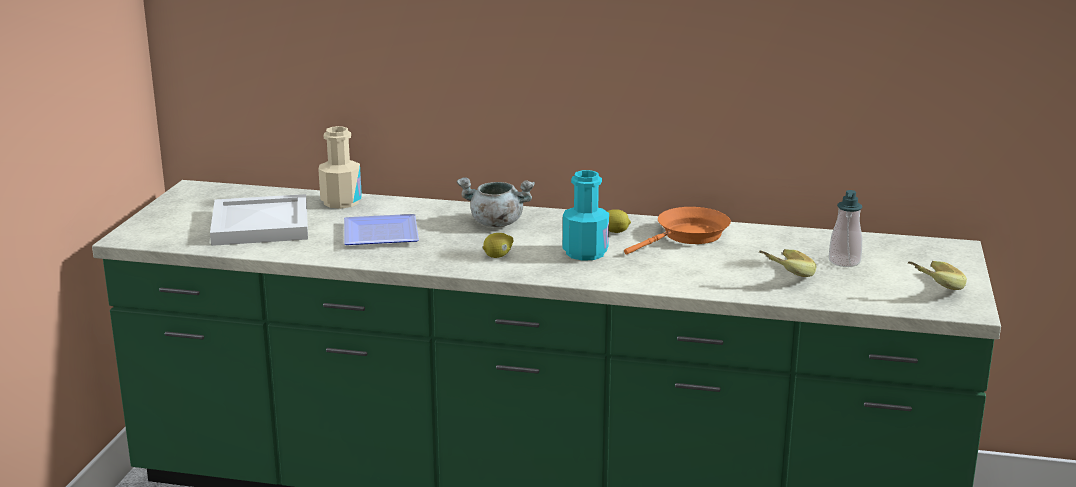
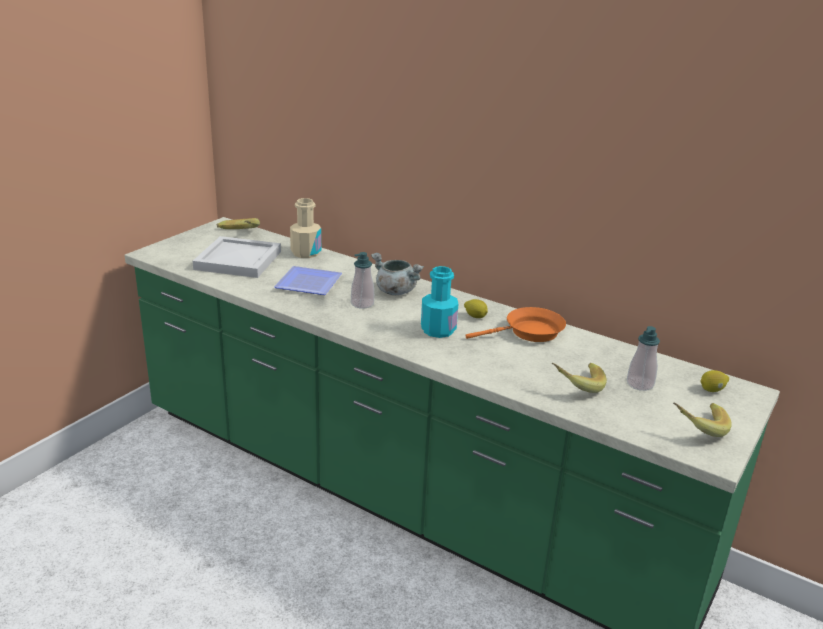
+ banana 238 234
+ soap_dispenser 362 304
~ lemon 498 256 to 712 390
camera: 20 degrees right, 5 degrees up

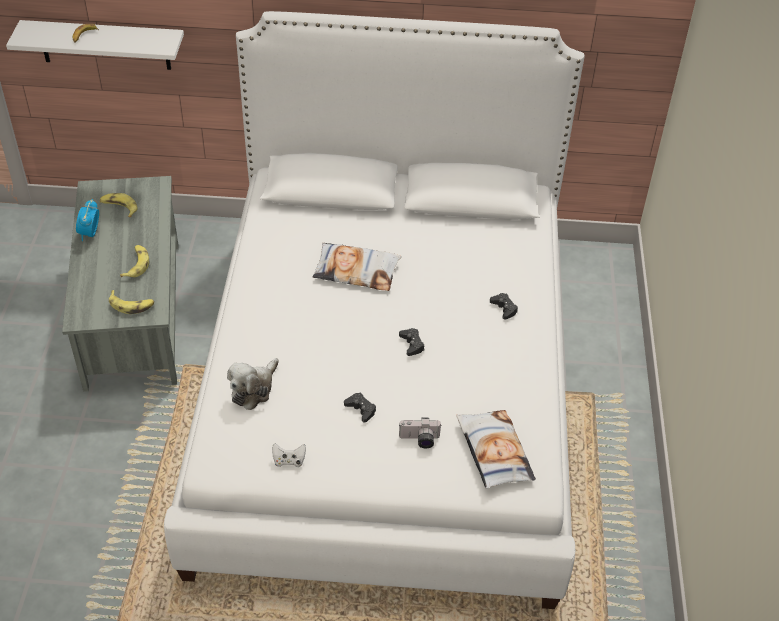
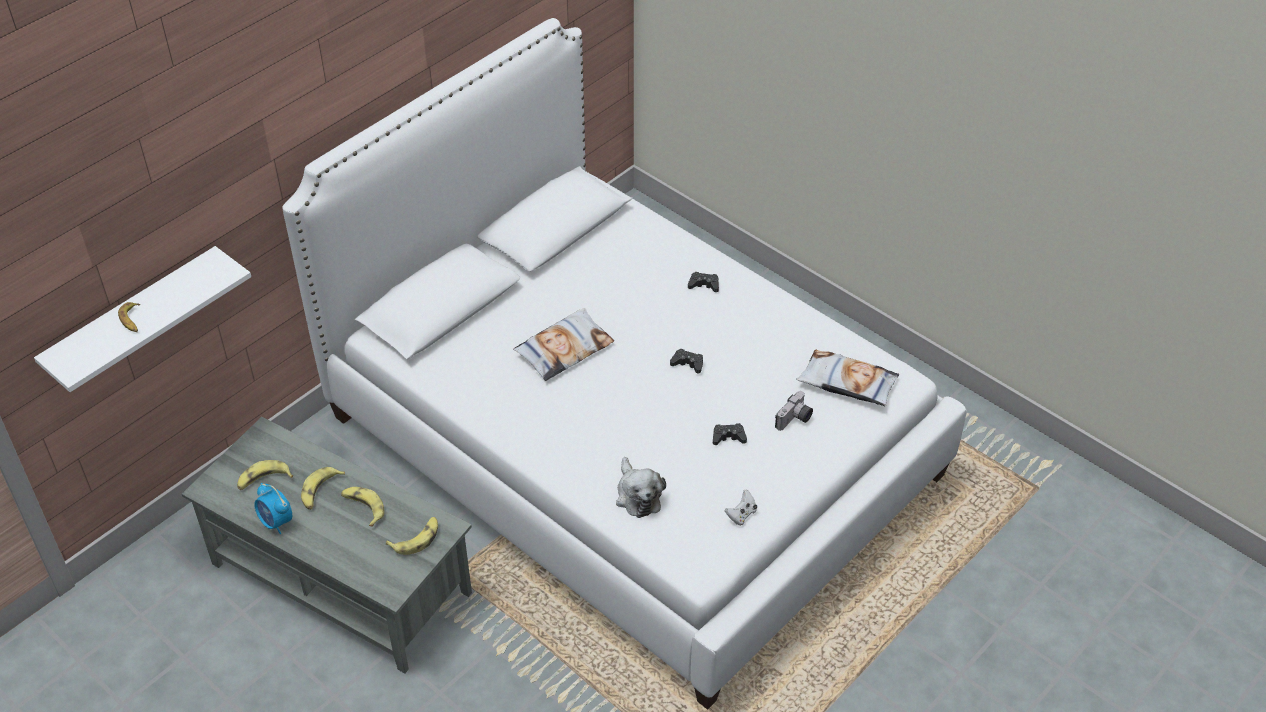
+ banana 320 491
camera: 50 degrees left, 0 degrees up

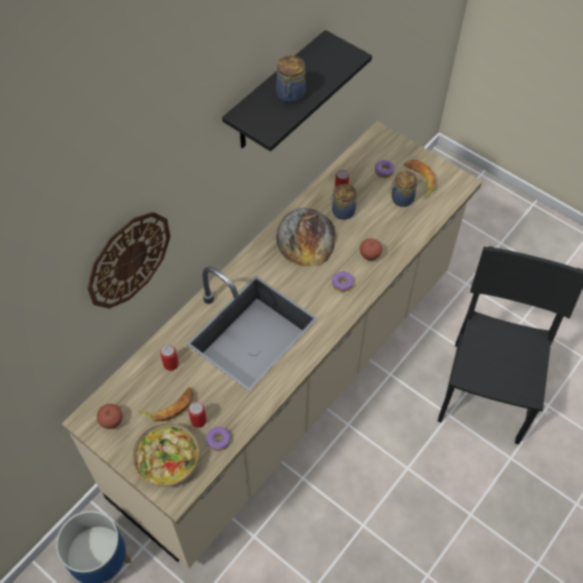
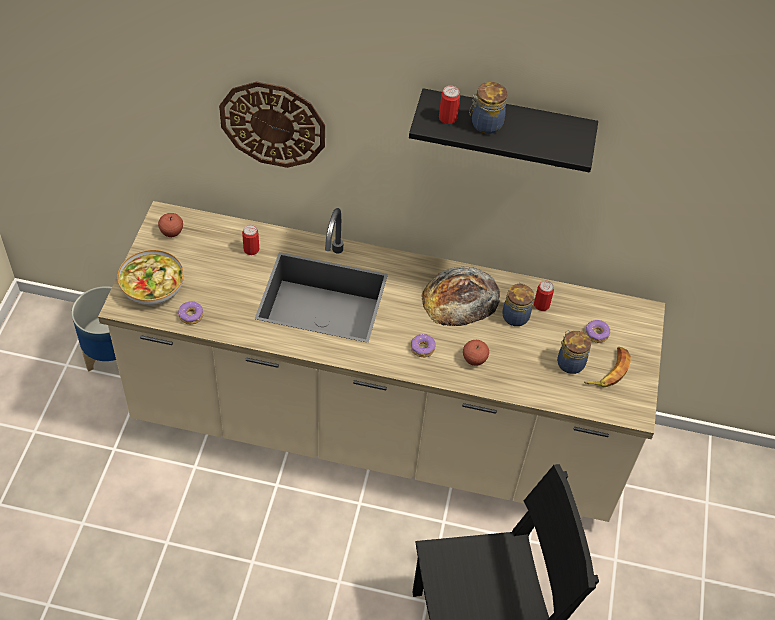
~ can 198 420 to 447 118
- banana 169 406
camera: 60 degrees right, 5 degrees down

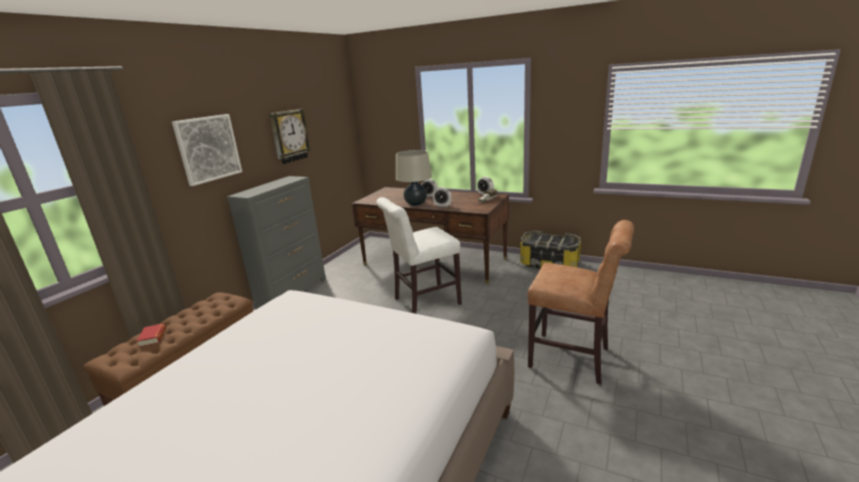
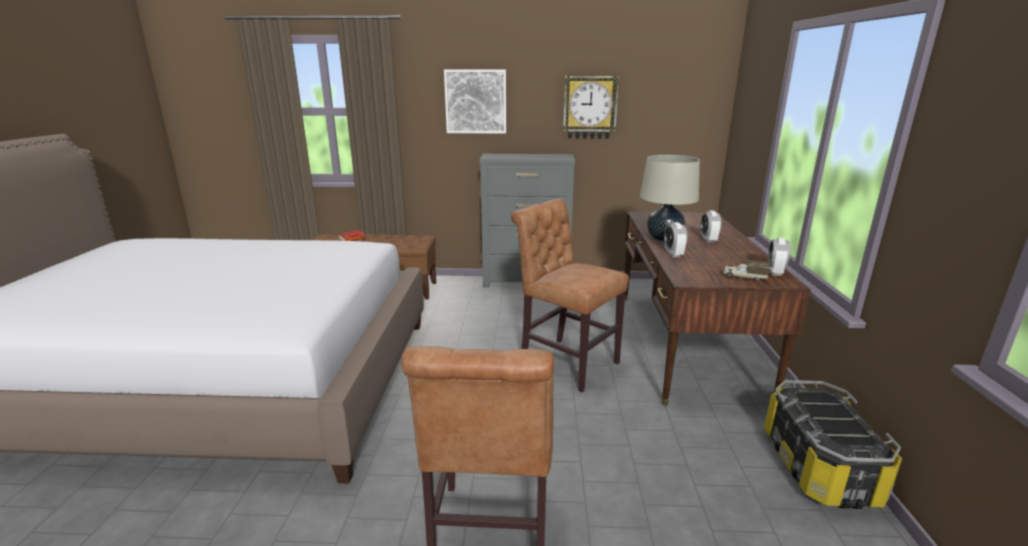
~ white_chair 423 302 to brown_chair 565 362
camera: 65 degrees right, 0 degrees up

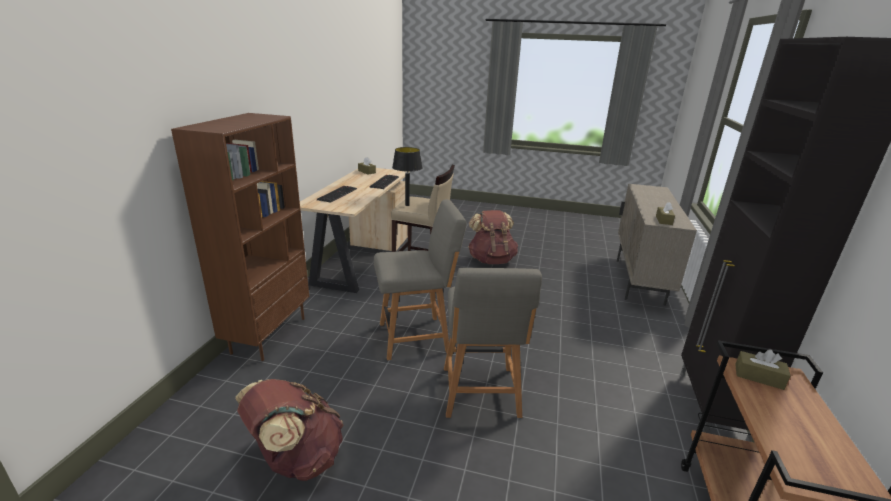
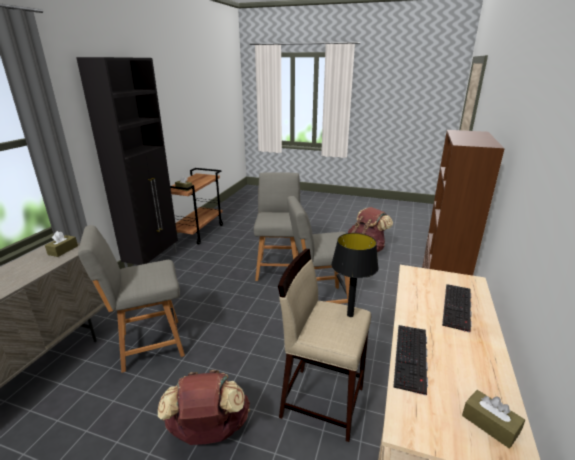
+ grey_chair 148 345
camera: 175 degrees left, 0 degrees up

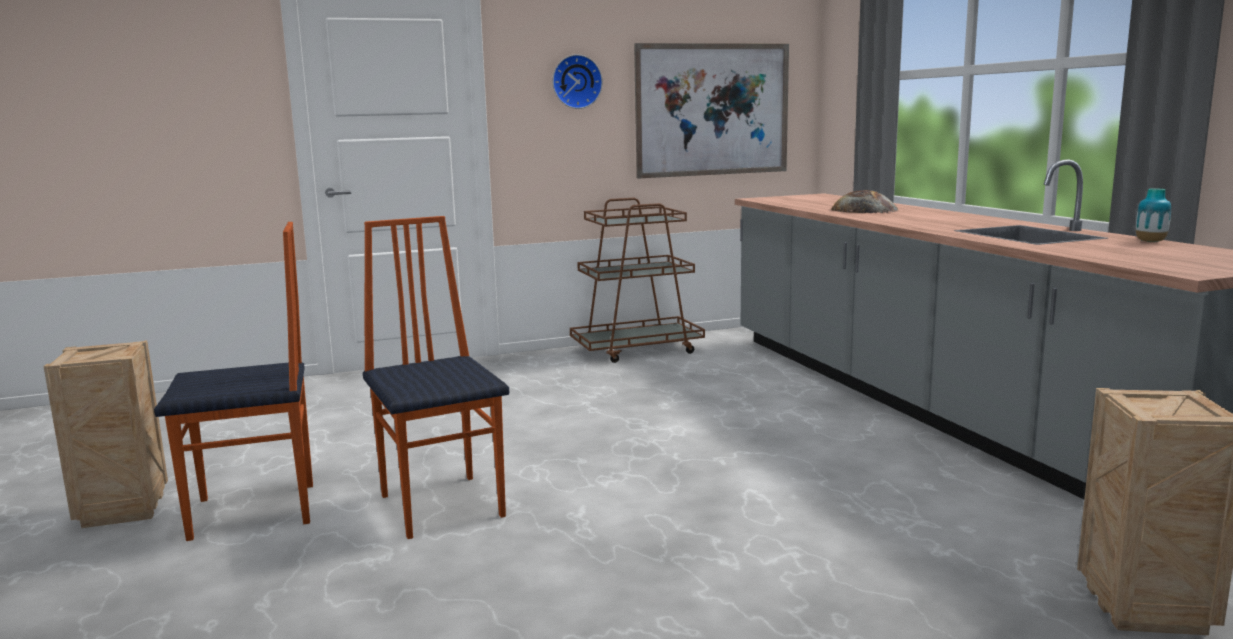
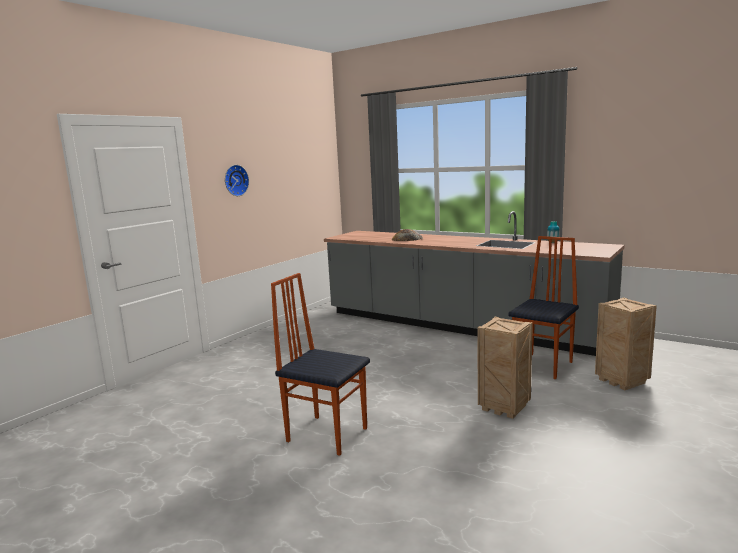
~ crate 124 511 to 505 407
~ chair 255 512 to 544 366
- brown_cart 637 350
- picture 713 110
camera: 35 degrees left, 0 degrees up

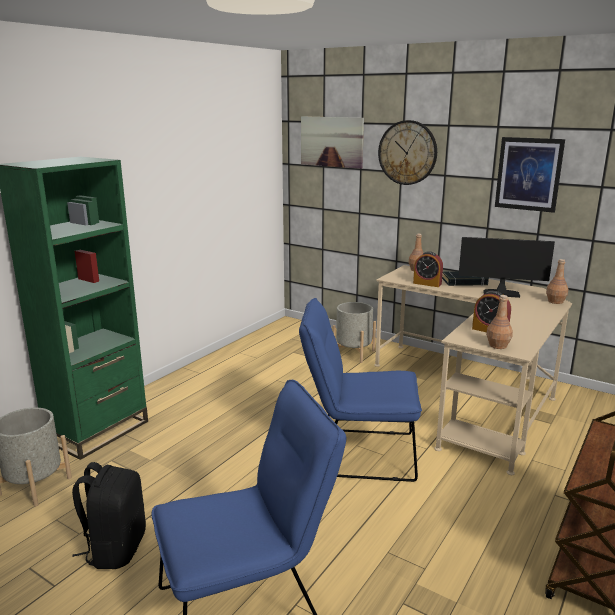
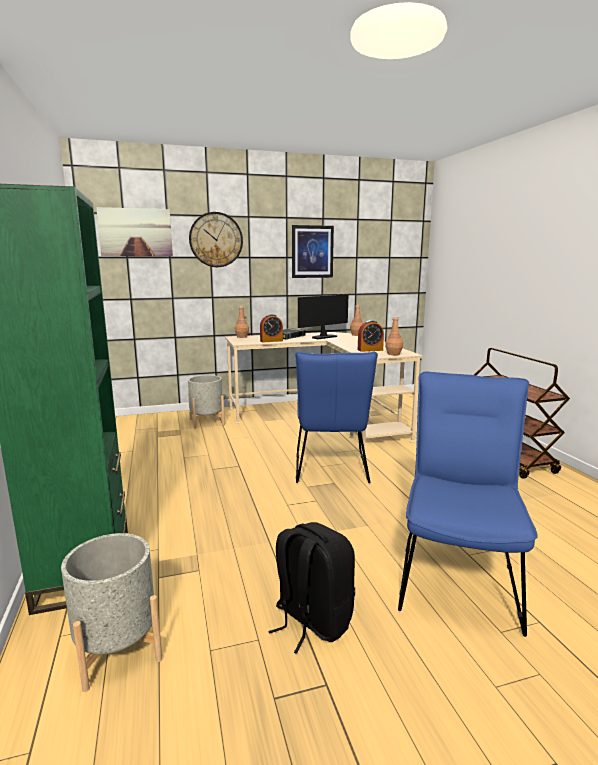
~ blue_chair 357 453 = 331 469 45 degrees counterclockwise
camera: 50 degrees left, 5 degrees down

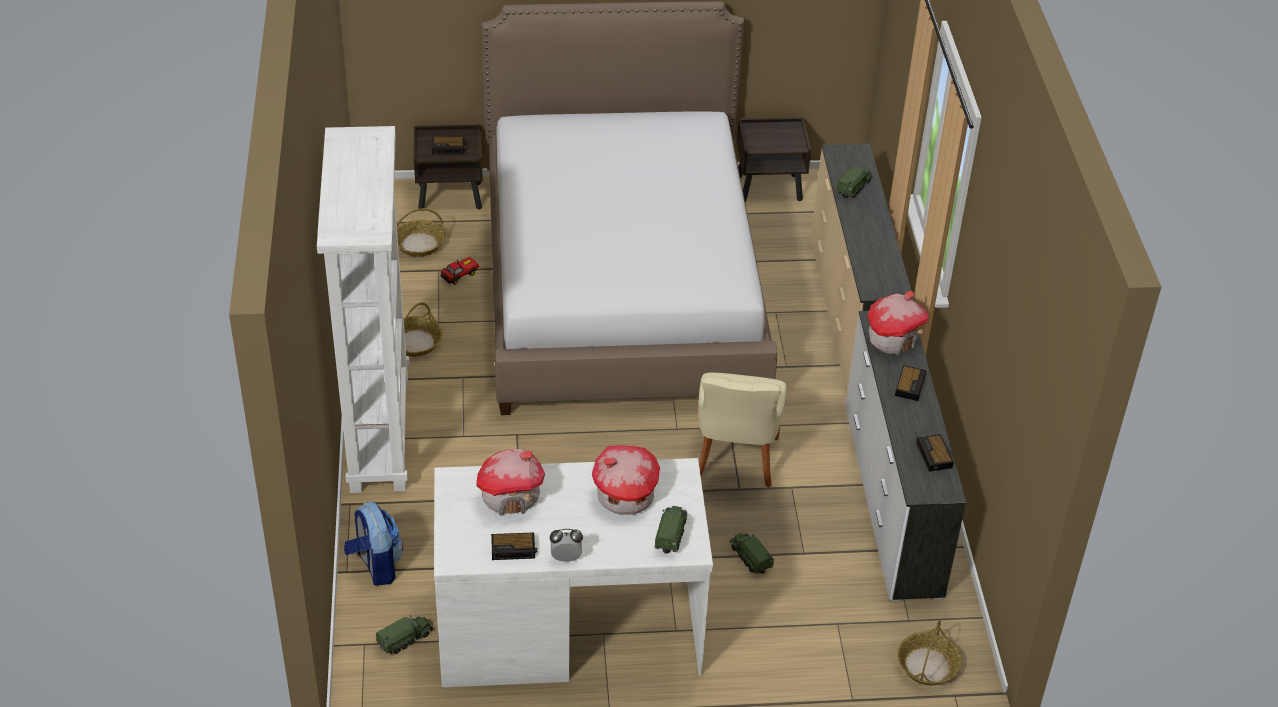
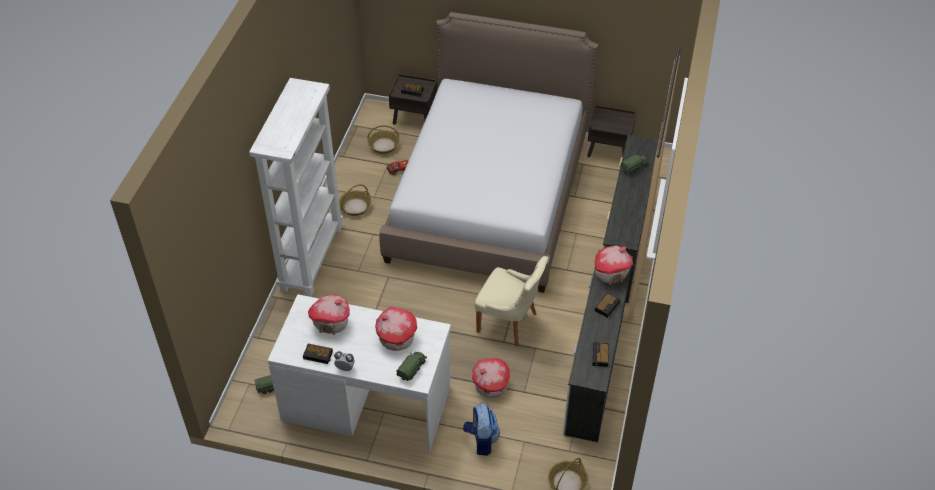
~ backpack 376 565 to 481 440
~ toy_truck 750 558 to toy_house 490 386
~ beige_chair 735 460 = 509 323 90 degrees counterclockwise
camera: 20 degrees right, 5 degrees up

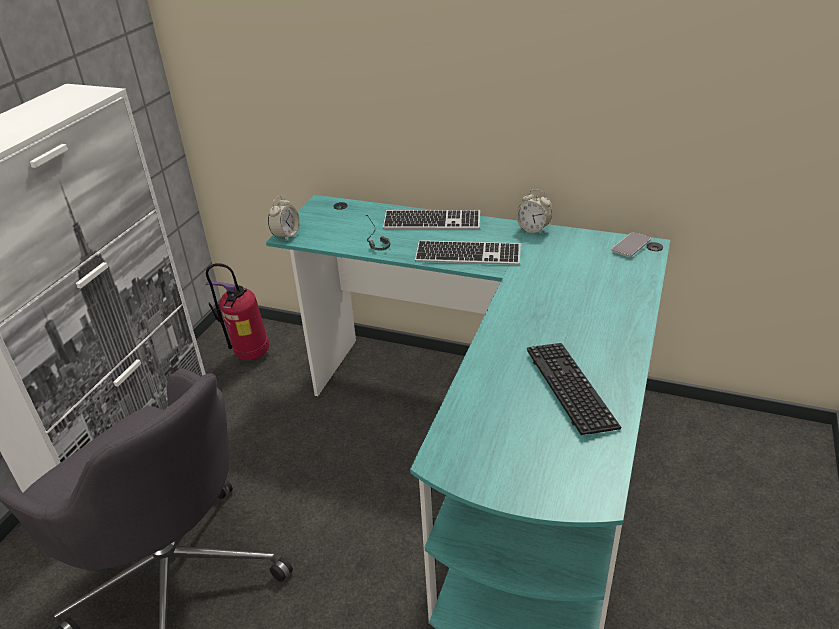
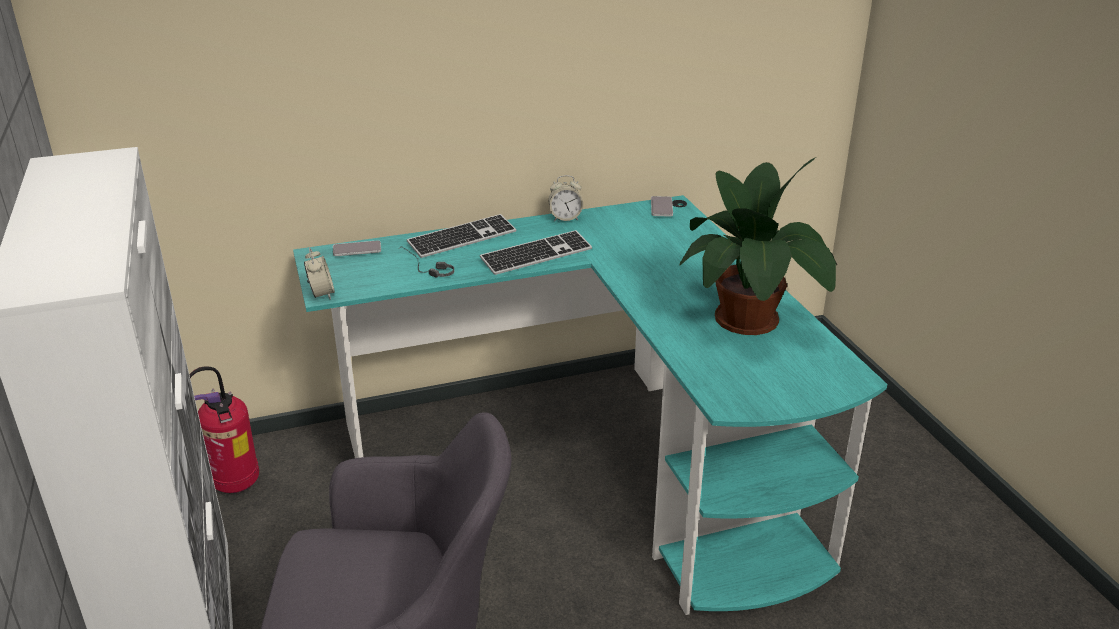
+ phone 357 249
~ keyboard 570 389 to potted_plant 751 321
camera: 40 degrees left, 5 degrees down

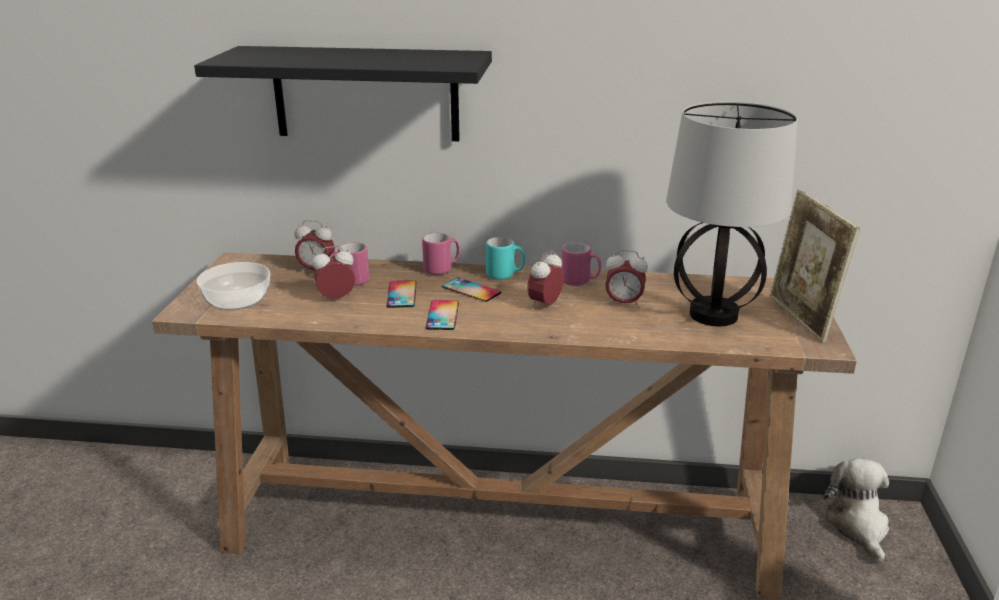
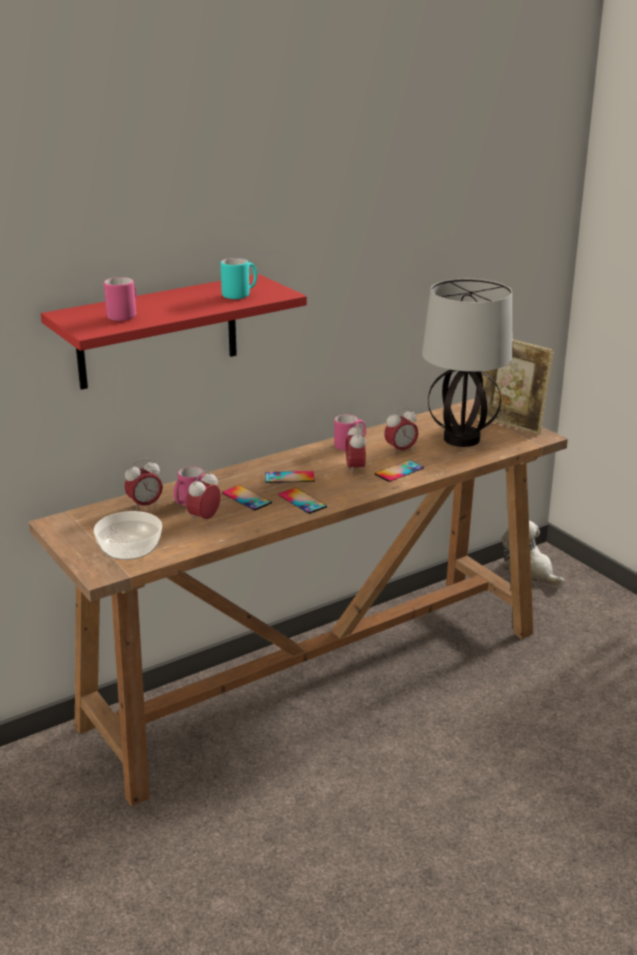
~ black_shelf 366 94 to red_shelf 158 332
~ pink_mug 442 269 to 124 316
~ turquoise_mug 505 275 to 240 295
+ phone 399 471
camera: 40 degrees left, 0 degrees up

